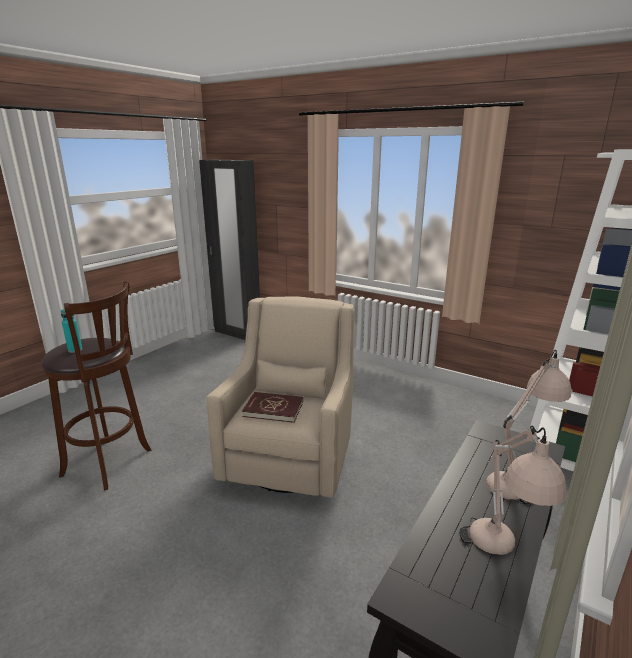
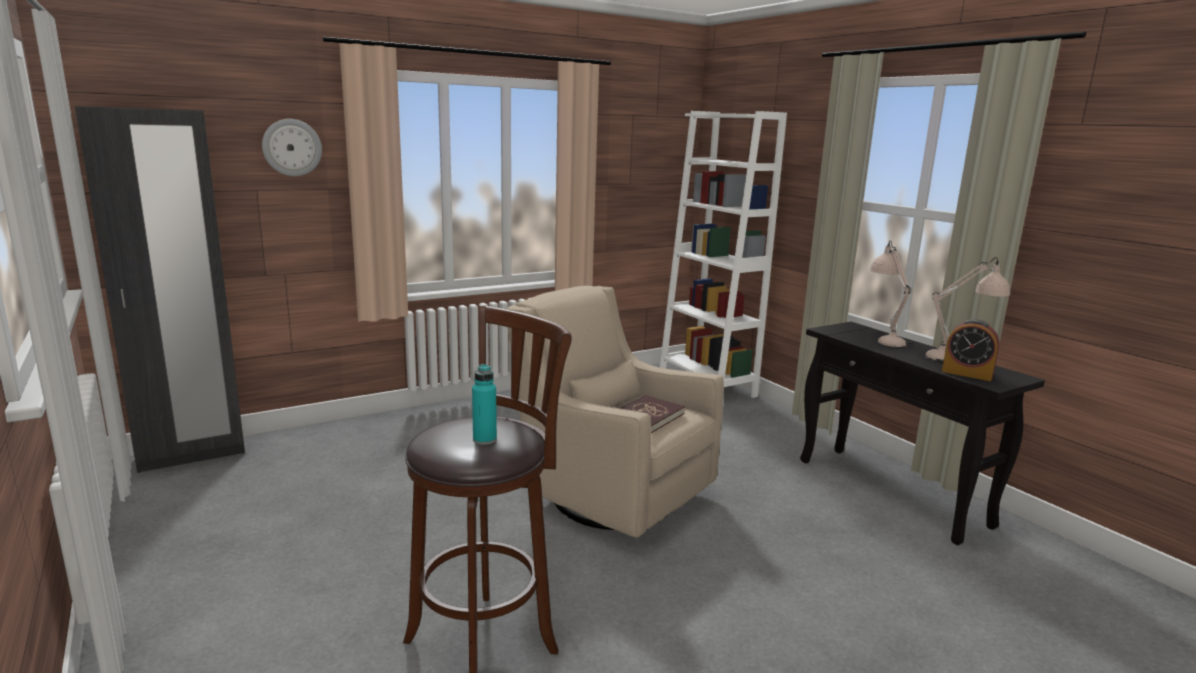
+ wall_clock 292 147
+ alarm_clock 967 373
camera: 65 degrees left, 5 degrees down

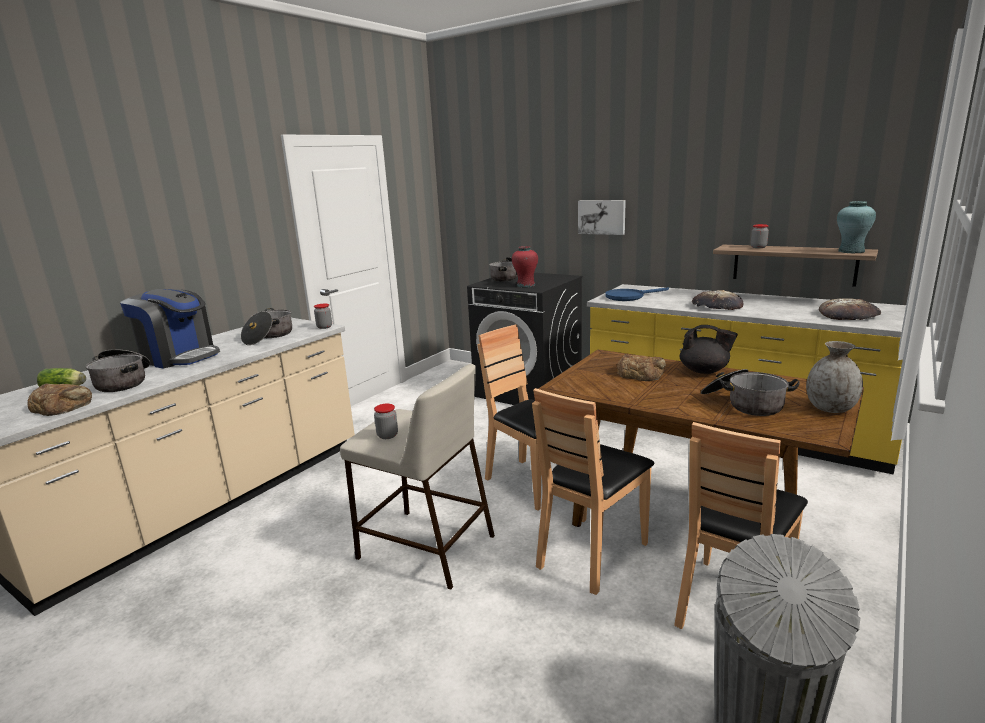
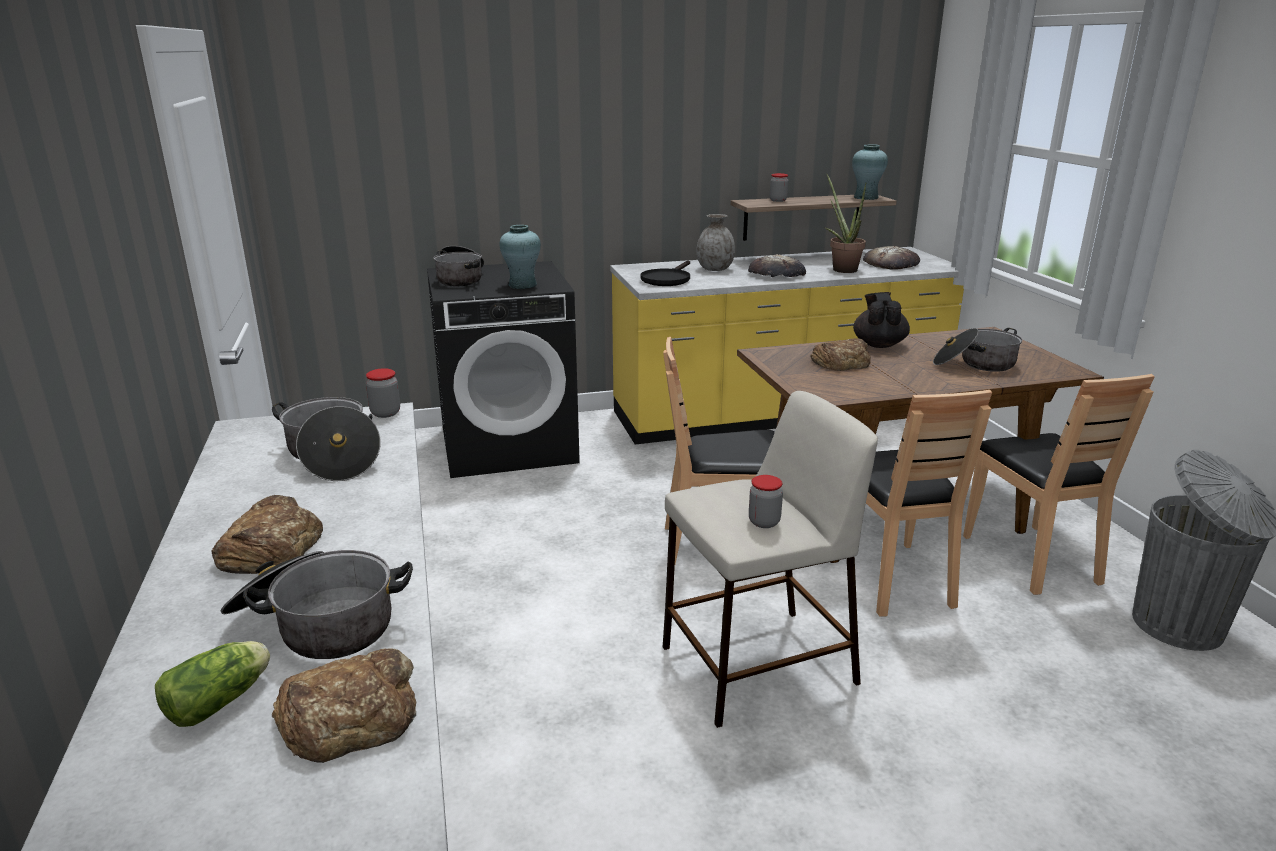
~ coffee_machine 179 357 to bread 270 547
~ red_vase 526 285 to turquoise_vase 522 285
~ blue_frying_pan 629 297 to black_frying_pan 667 279
~ grey_vase 830 409 to 715 269
+ potted_plant 841 269
~ black_teapot 704 371 = 878 344 60 degrees counterclockwise
- picture 602 217
camera: 50 degrees left, 5 degrees up

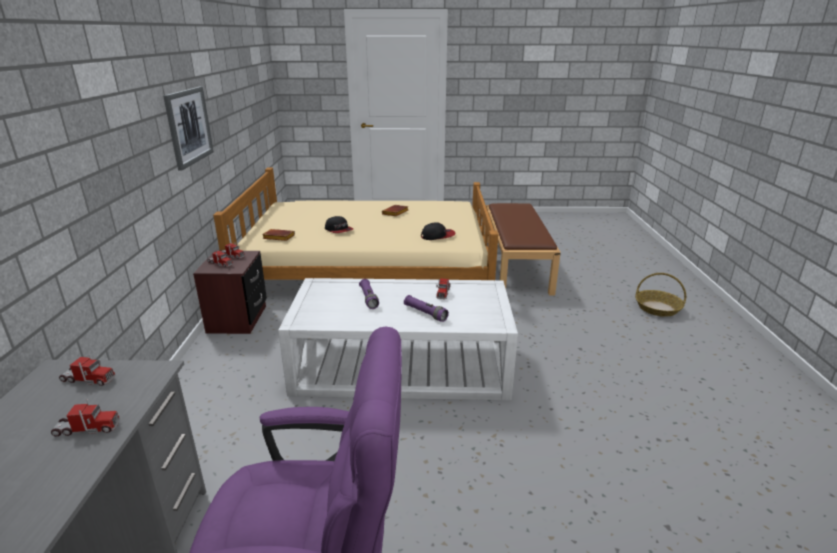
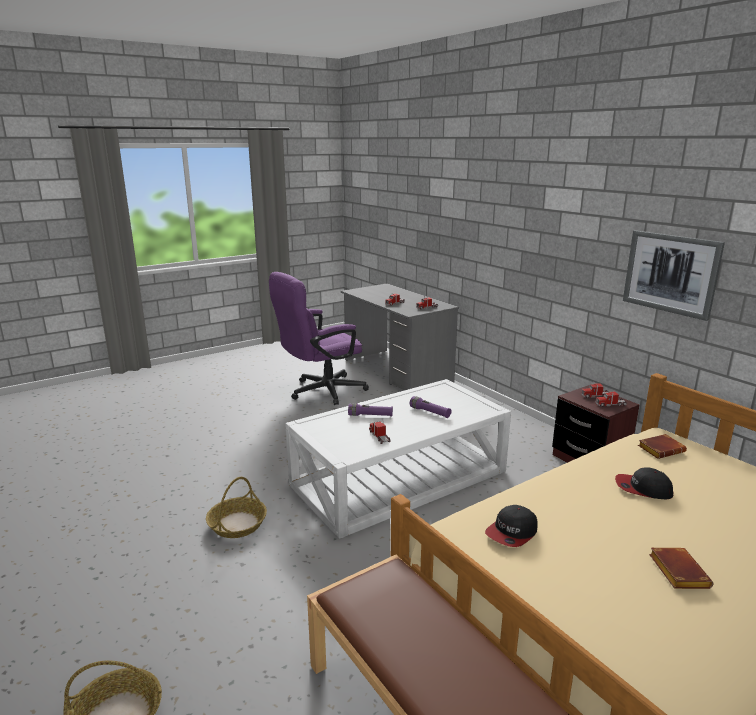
+ basket 237 524
camera: 145 degrees right, 5 degrees down

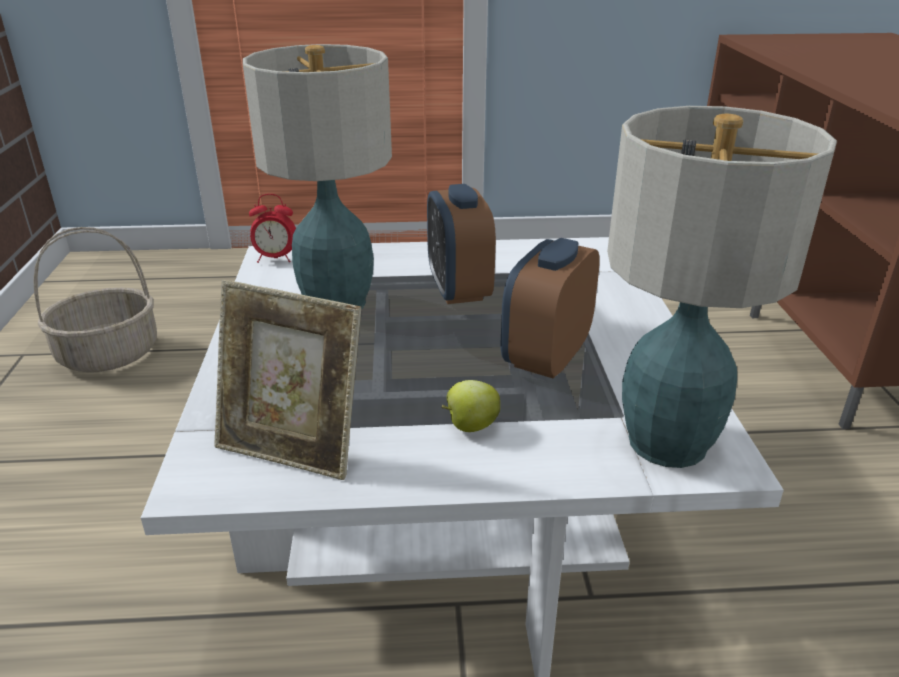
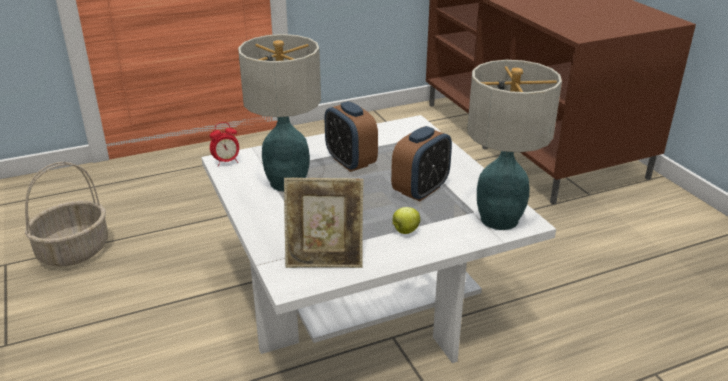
~ alarm_clock 546 357 = 420 190 150 degrees counterclockwise
camera: 20 degrees left, 0 degrees up

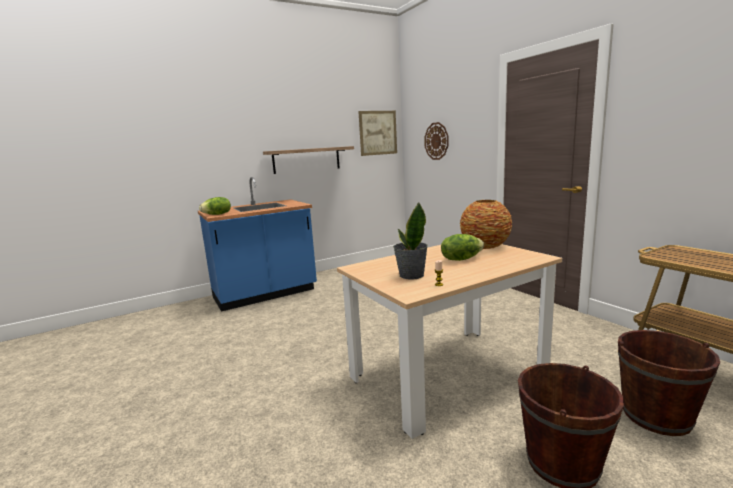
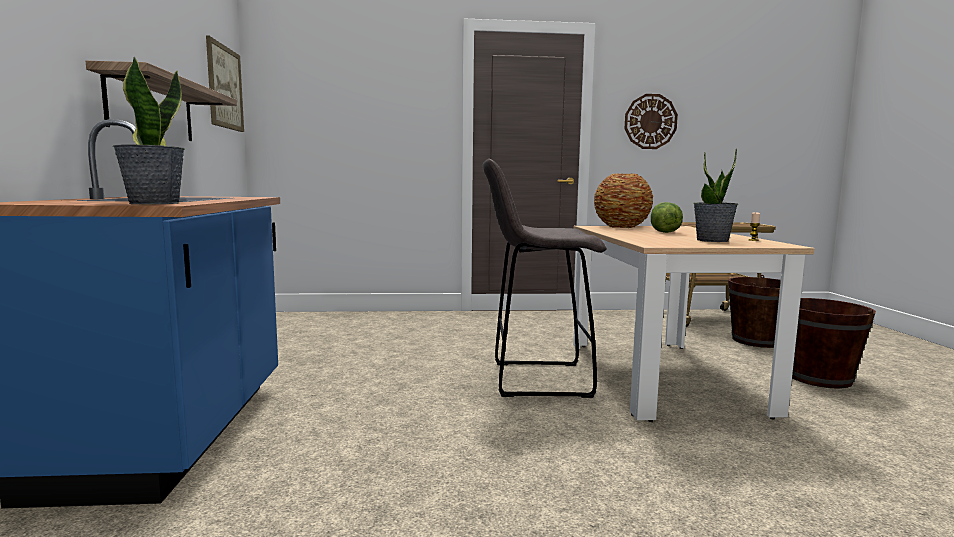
~ lettuce 217 214 to potted_plant 153 203
+ grey_stool 536 379
~ wall_clock 436 141 to 650 121
camera: 65 degrees left, 5 degrees down

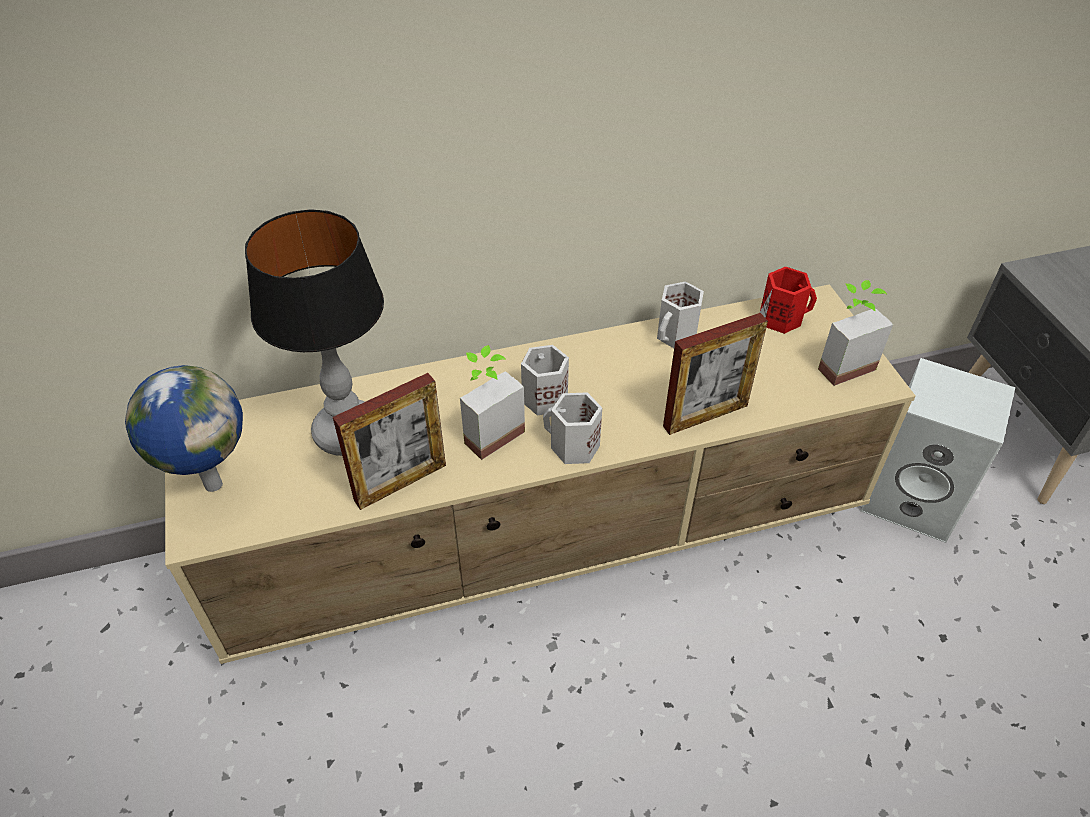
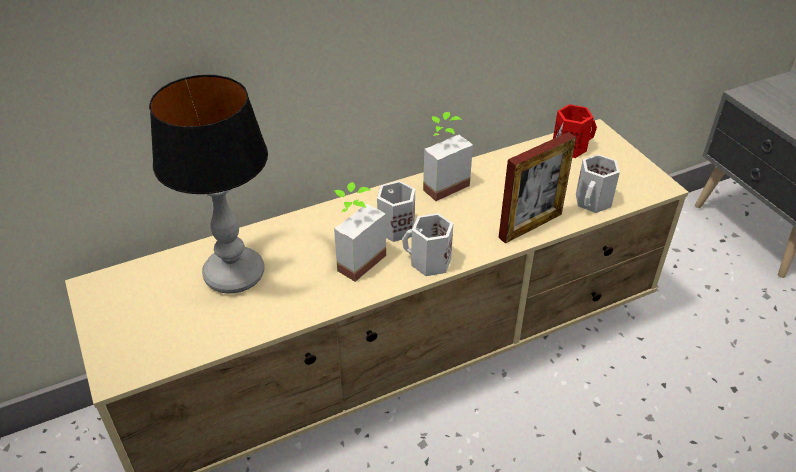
~ potted_plant 839 362 to 440 183
~ white_mug 677 335 to 593 202
- globe 212 484
- picture_frame 400 483
- white_speaker 913 499
camera: 10 degrees left, 5 degrees down

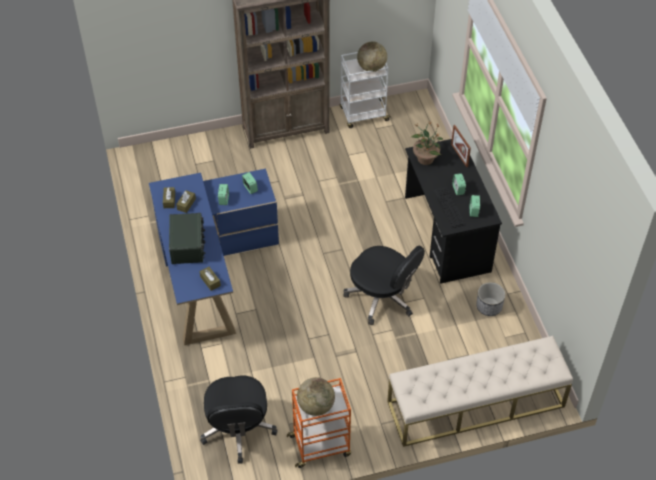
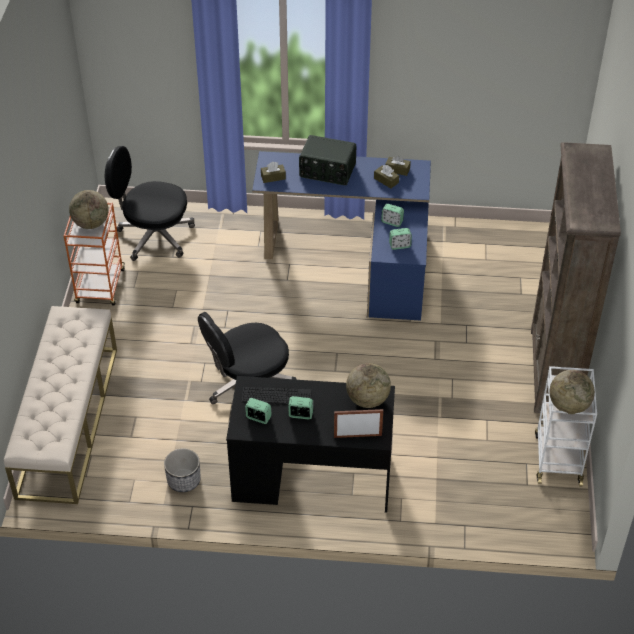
~ potted_plant 425 158 to globe 367 399
camera: 110 degrees right, 5 degrees down

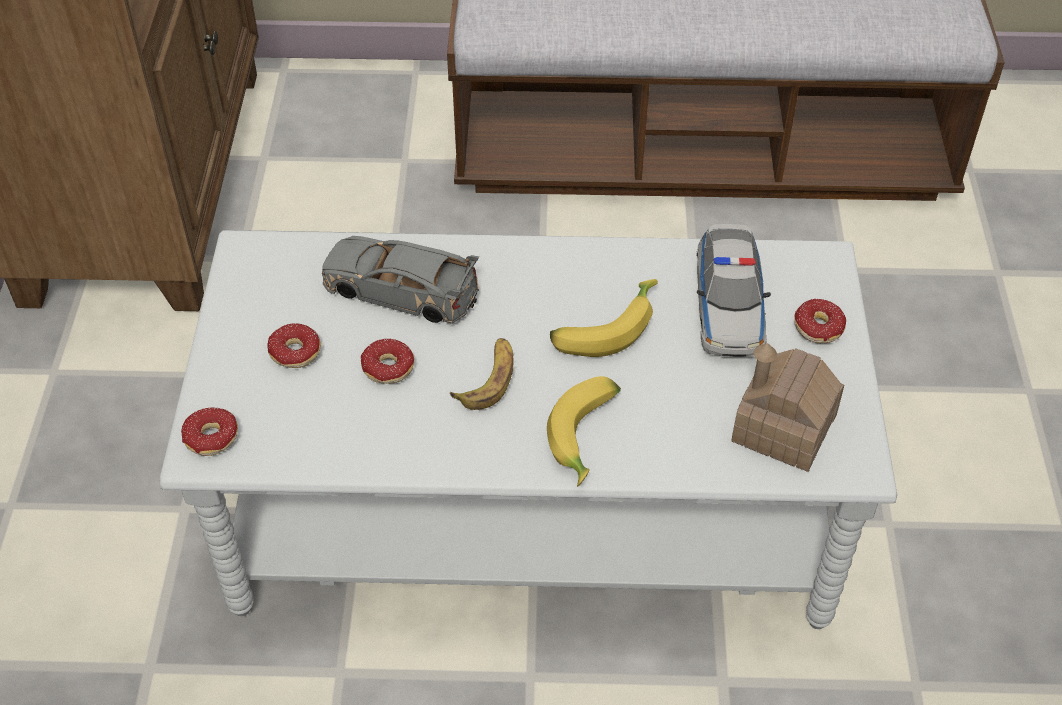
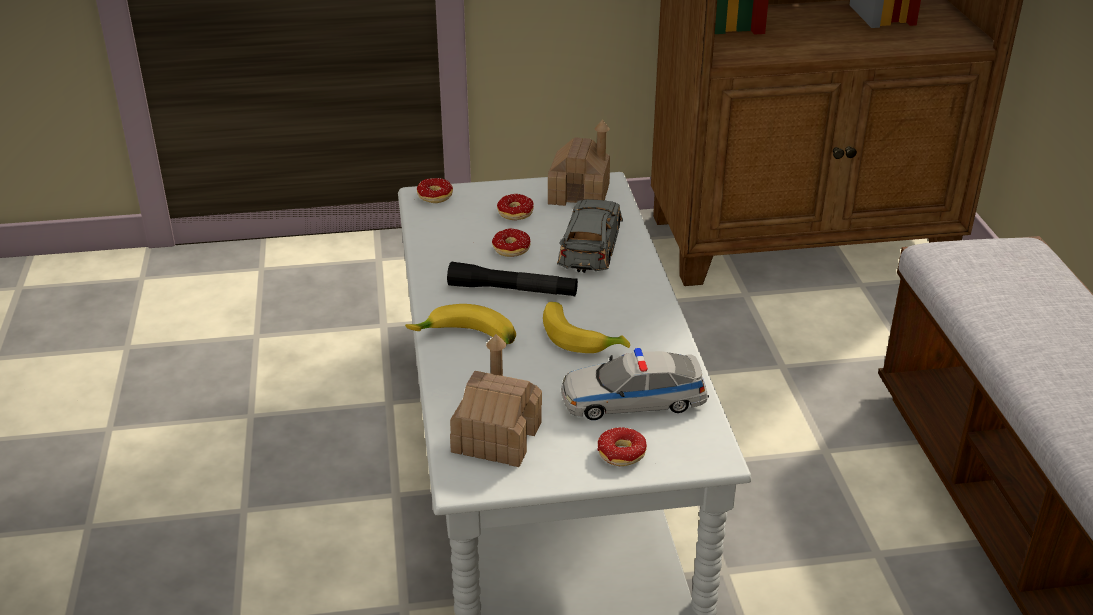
~ banana 488 379 to black_flashlight 512 290
+ toy_house 579 194
camera: 80 degrees right, 15 degrees down

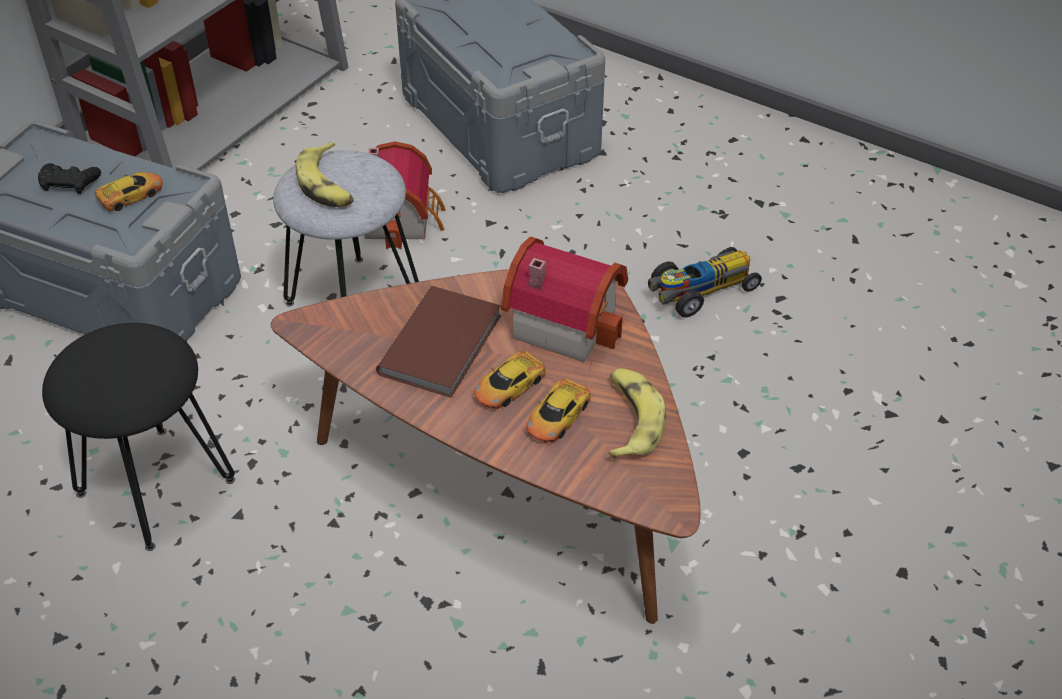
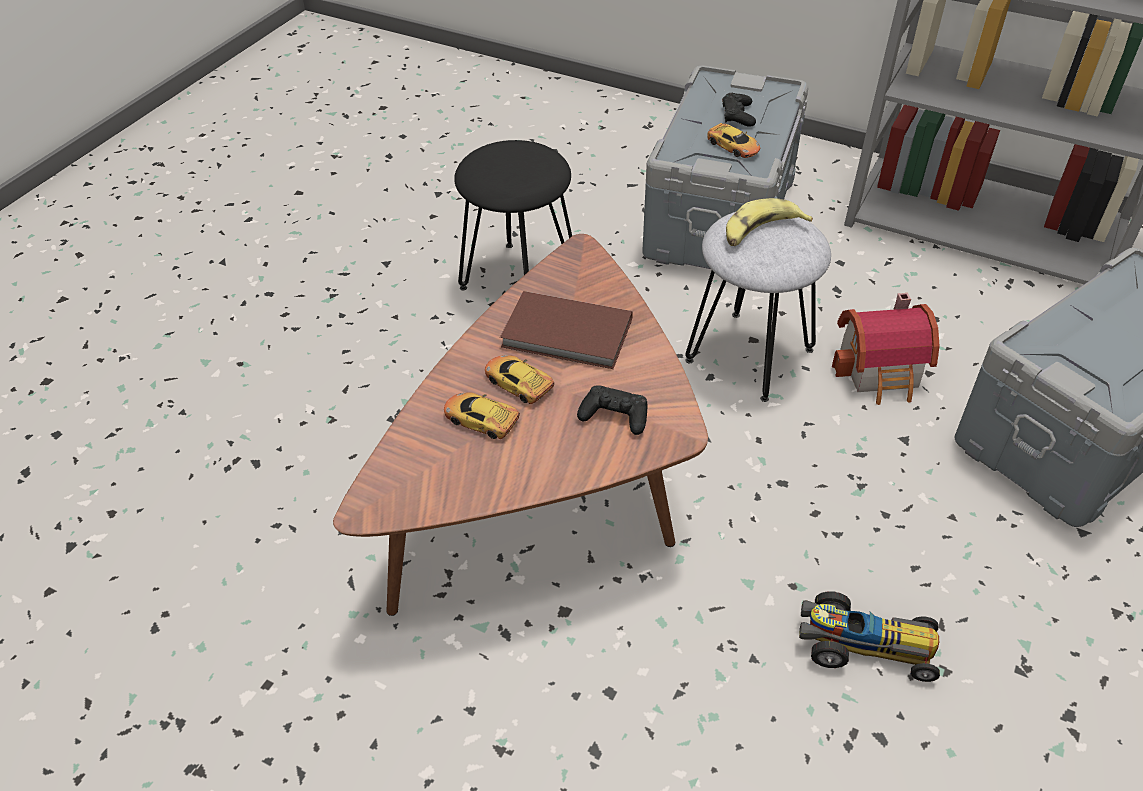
~ toy_house 564 320 to black_game_controller 614 415
~ toy_car 700 291 = 863 645 45 degrees counterclockwise
- banana 630 420
camera: 85 degrees right, 0 degrees up

